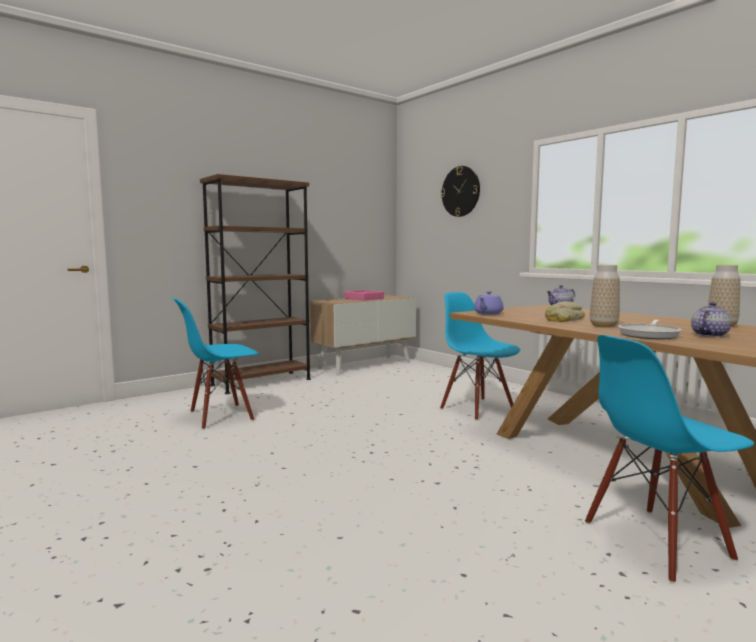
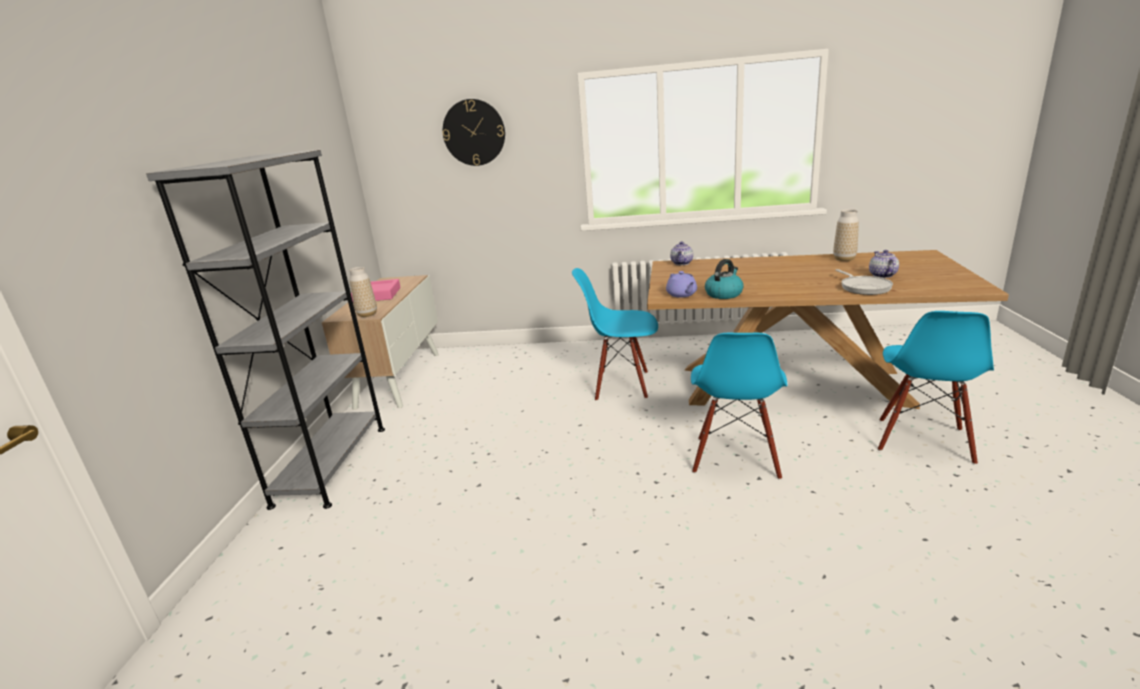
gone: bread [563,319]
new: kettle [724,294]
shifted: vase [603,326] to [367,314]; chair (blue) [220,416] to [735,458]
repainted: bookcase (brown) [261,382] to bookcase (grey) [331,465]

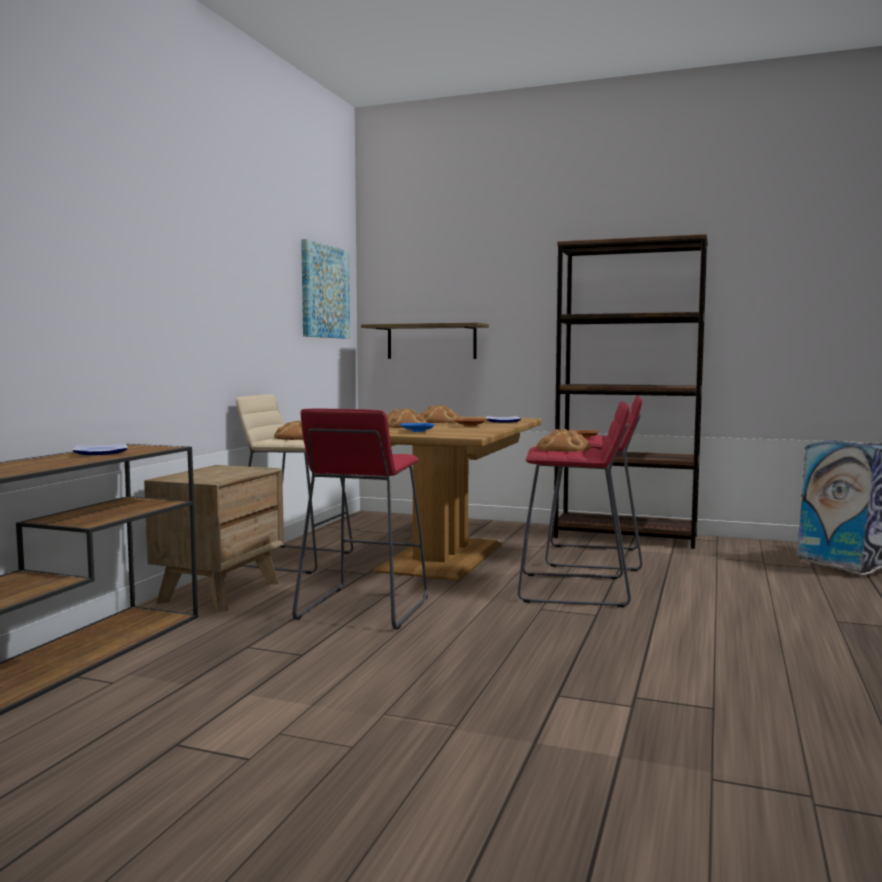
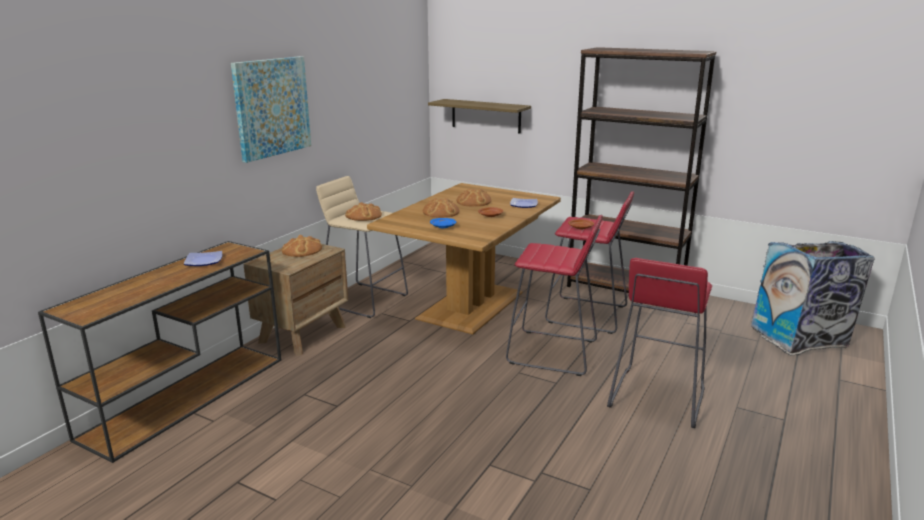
shifted: picture [324,291] to [271,107]; stool (red) [362,608] to [656,397]; bread [563,448] to [302,250]

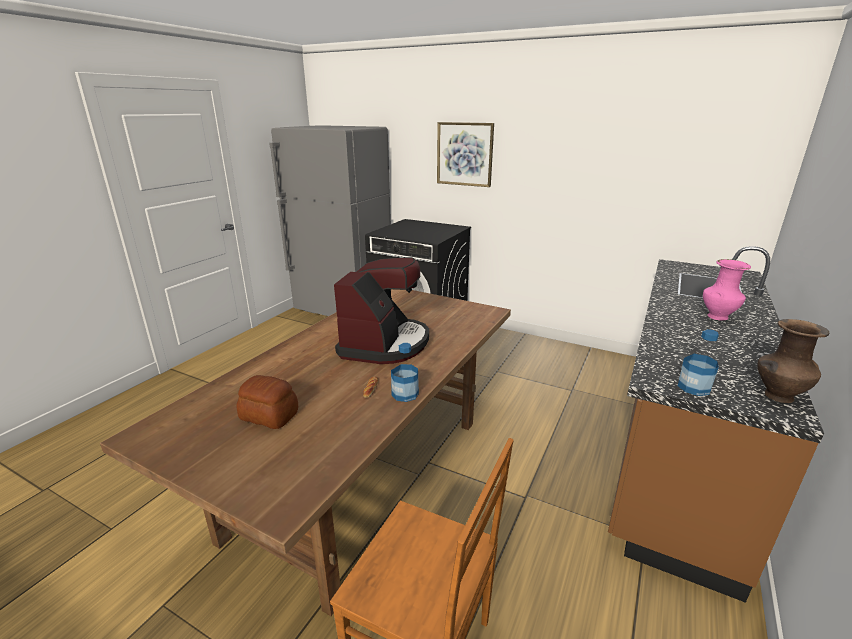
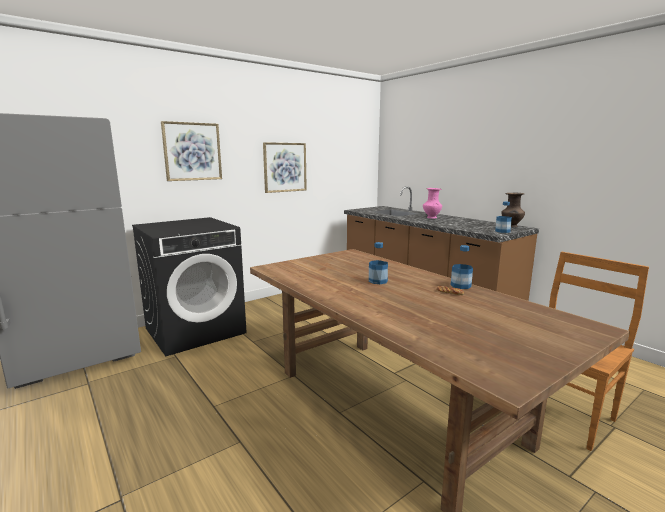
gone: bread [269,416]
new: picture [285,167]
swapped: coffee machine [385,344] to bottle [378,281]

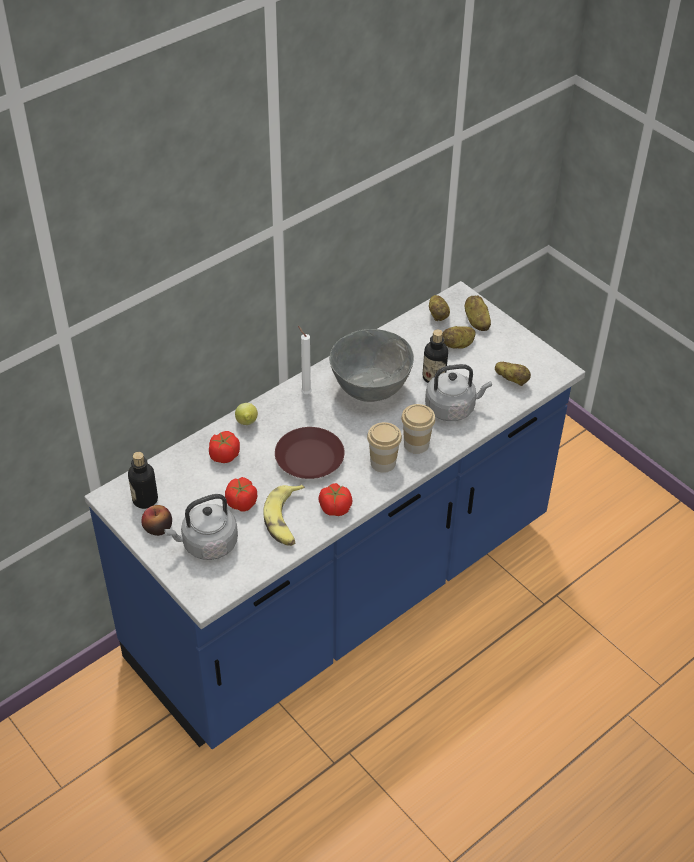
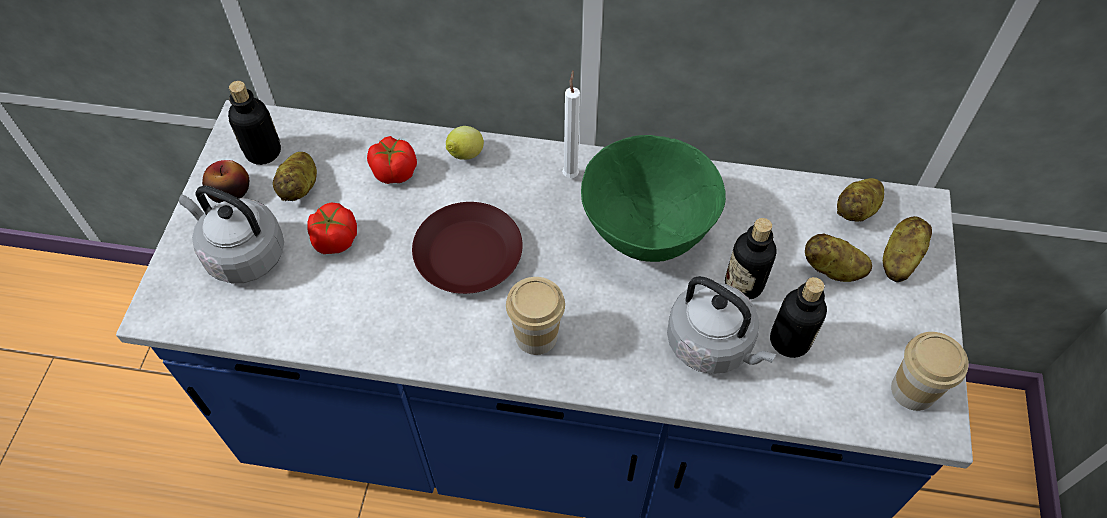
gone: tomato [335,508]; banana [285,520]
new: bottle [789,340]
shifted: potato [511,380] to [300,187]; cup [416,444] to [913,390]
repainted: bowl (grey) [369,389] to bowl (green) [646,232]

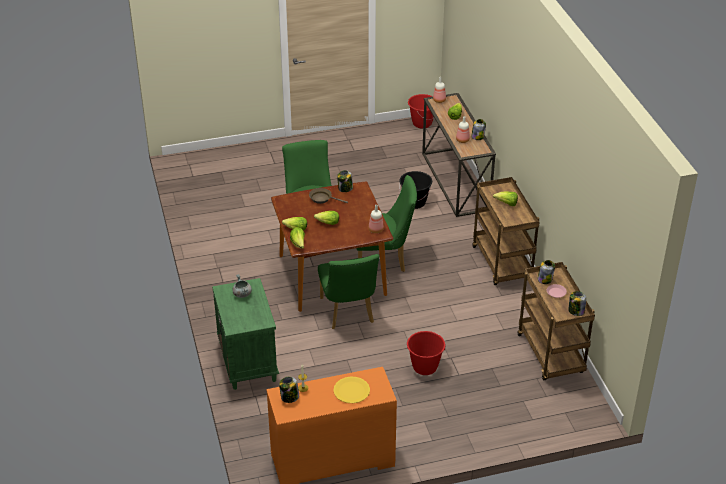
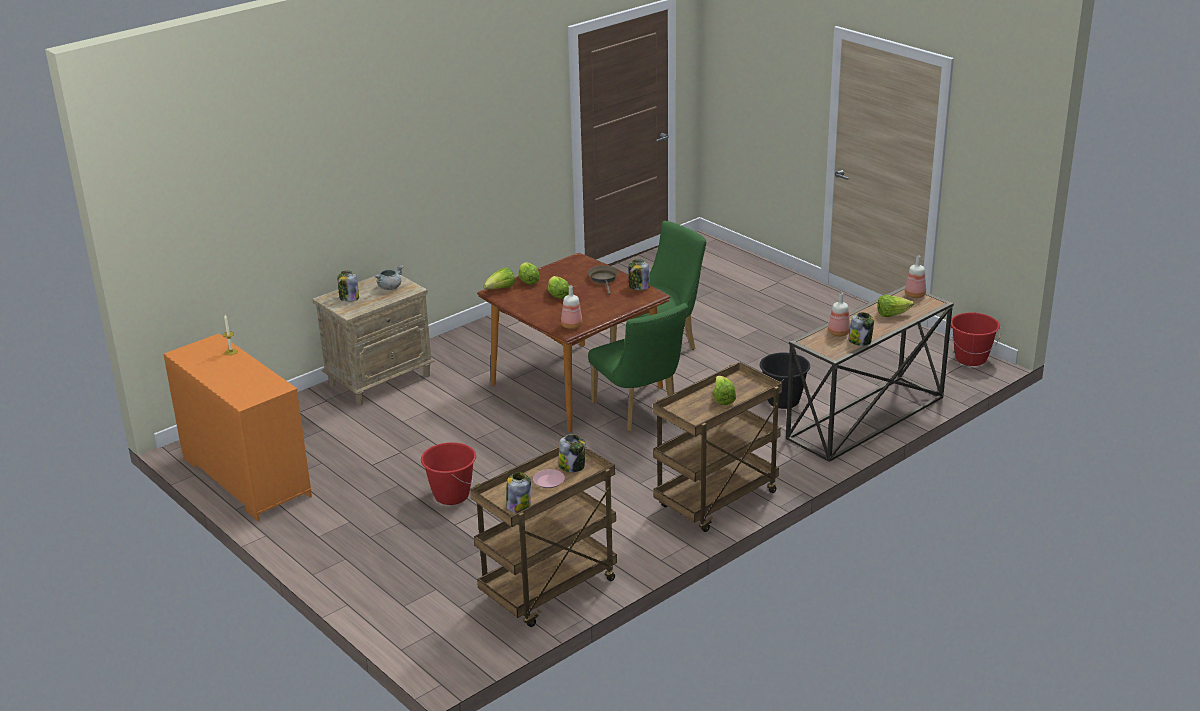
gone: chair (green) [348,313]; plate (yellow) [351,391]
shifted: jar [289,397] to [349,298]
repainted: nightstand (green) [247,361] to nightstand (beige) [380,380]

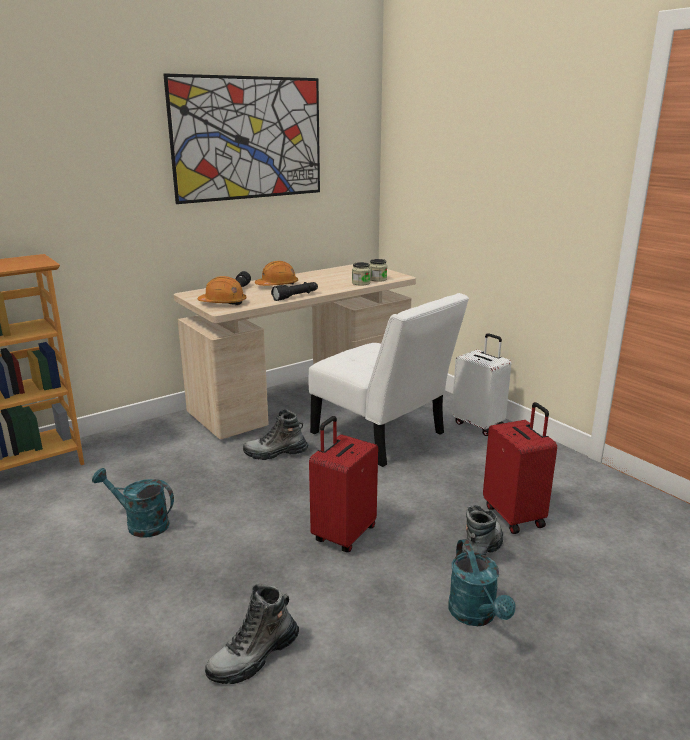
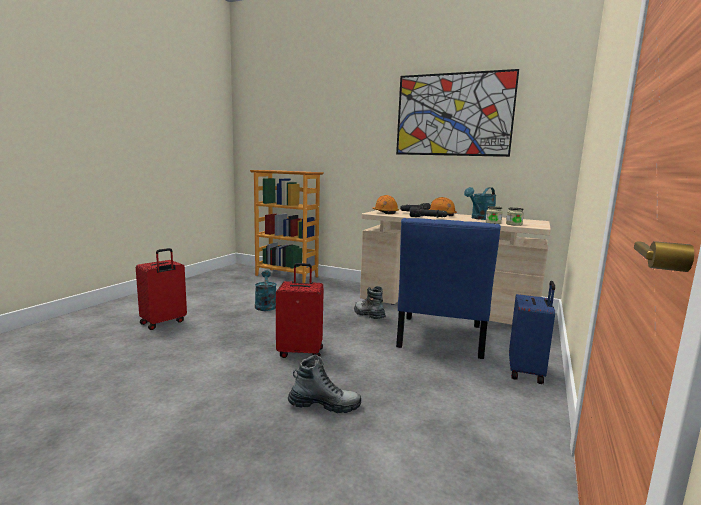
gone: boot [254,657]
shifted: suitcase (red) [515,516] to [163,323]; watering can (turquoise) [476,615] to [480,218]
repainted: chair (white) [382,436] to chair (blue) [439,339]; suitcase (white) [479,425] to suitcase (blue) [527,372]

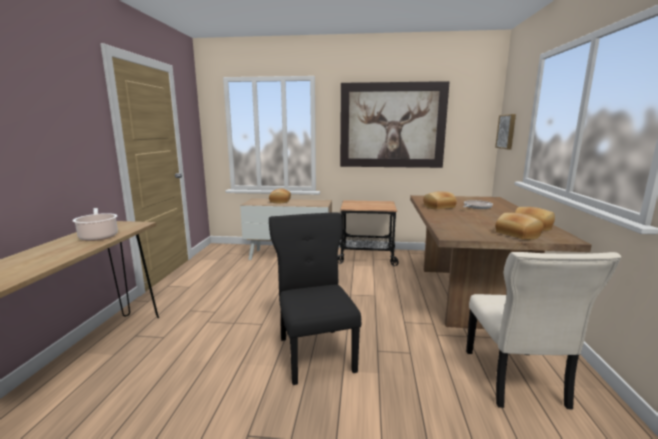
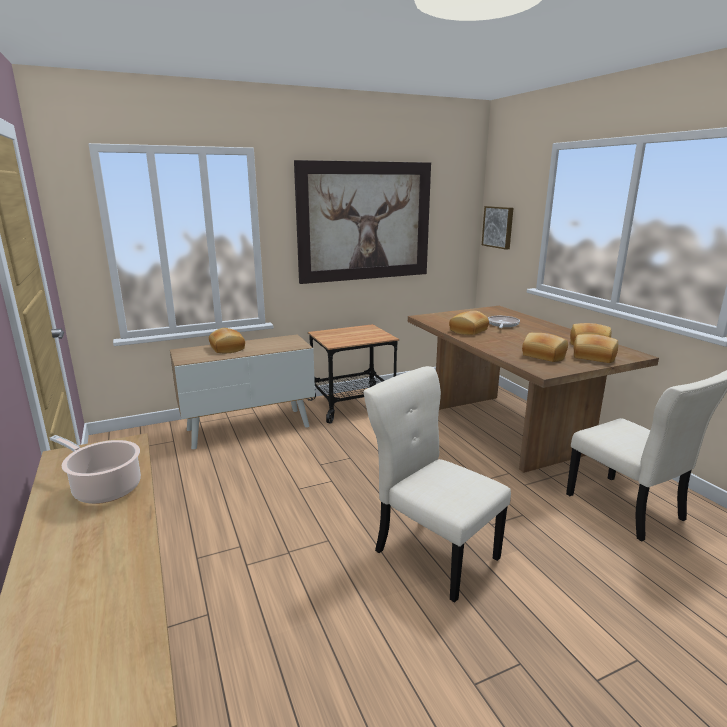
new: bread [543,356]
repainted: chair (black) [315,352] to chair (beige) [432,552]

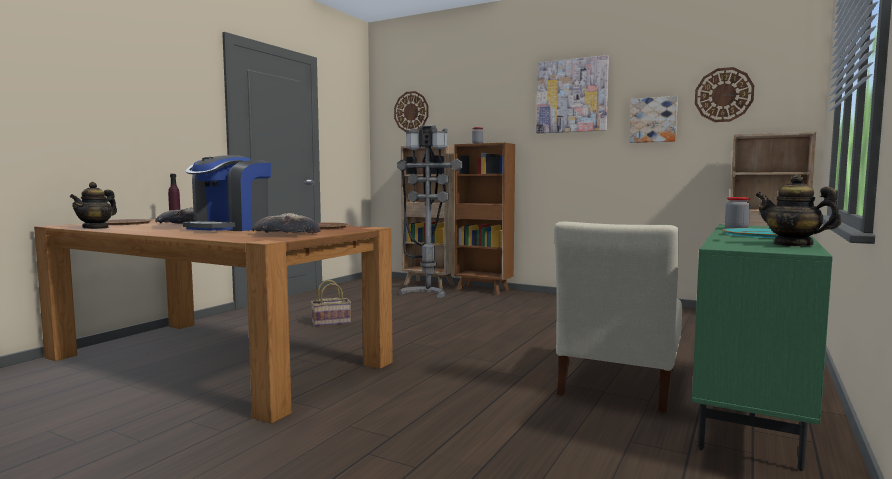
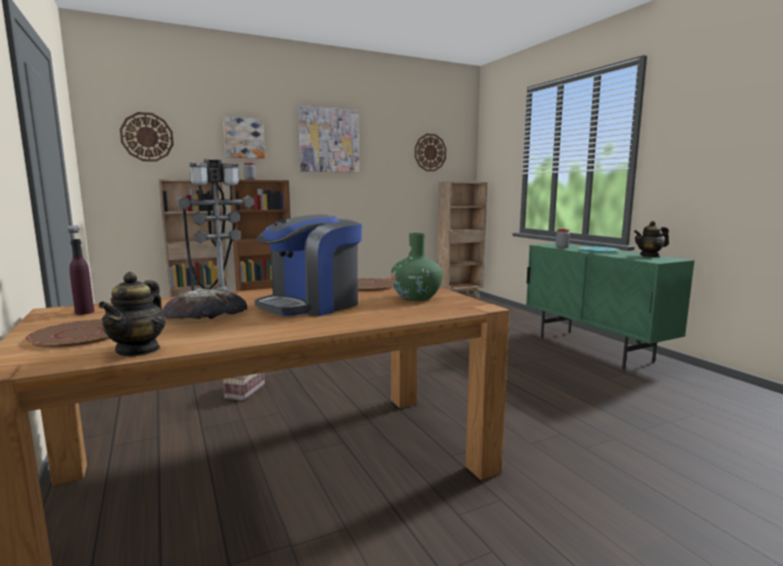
gone: chair (beige) [617,384]
shifted: picture [653,120] to [243,138]
swapped: bread [286,233] to vase (green) [416,298]
rotated: coffee machine [230,228] = [312,305] 75 degrees clockwise; teapot [96,228] = [138,350] 45 degrees clockwise

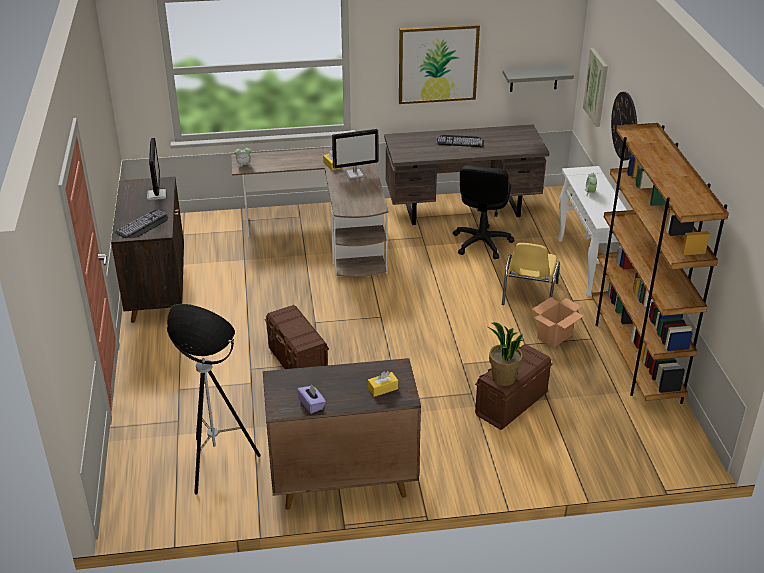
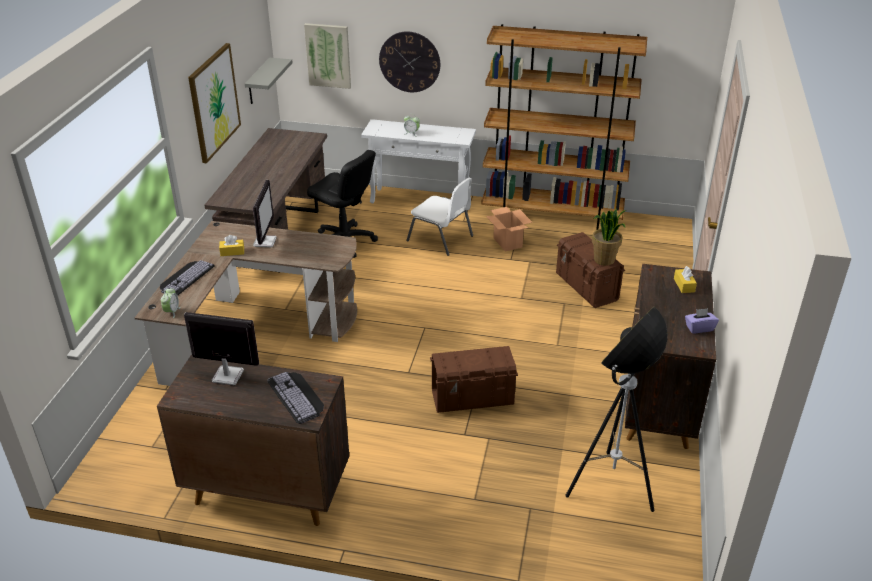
shifted: keyboard [460,141] to [185,277]
repainted: chair (yellow) [528,294] to chair (white) [441,239]

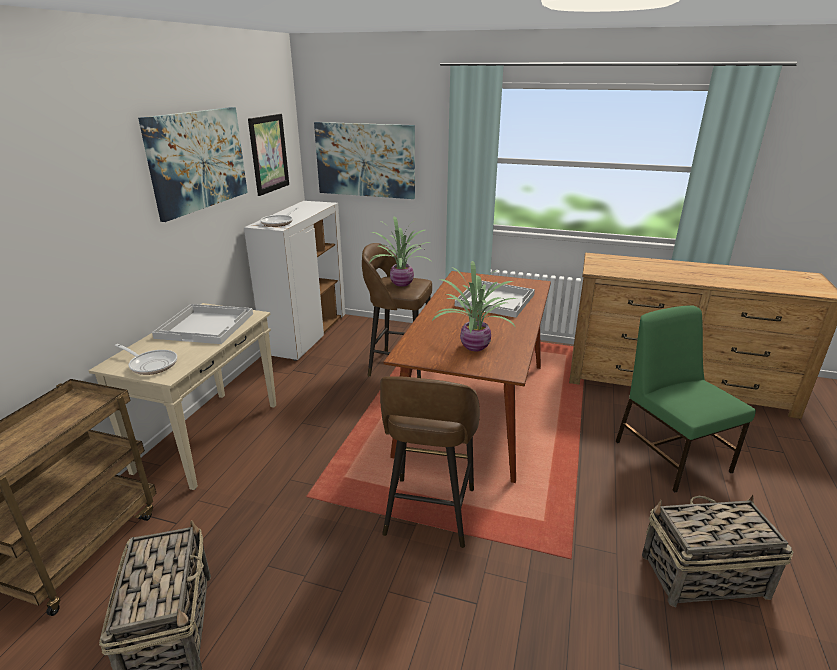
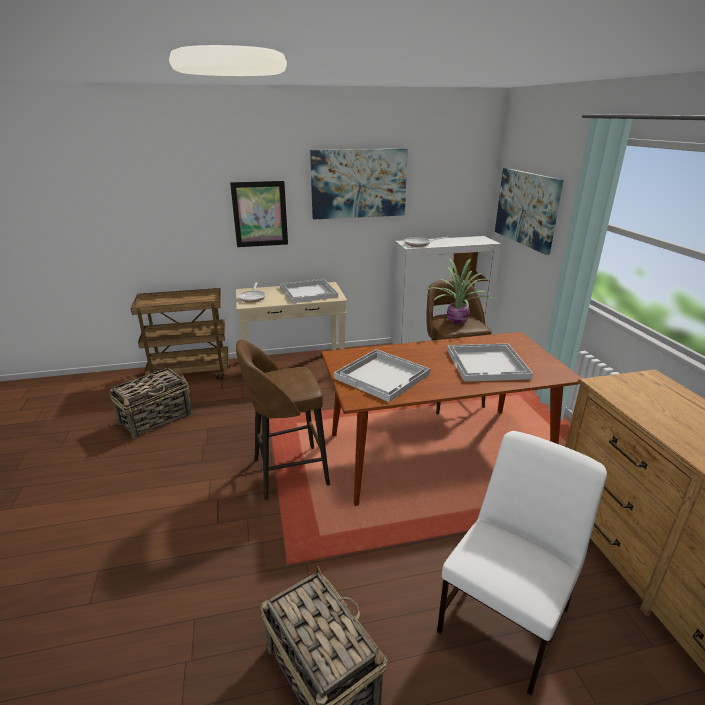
shifted: picture [269,154] to [260,214]
swapped: potted plant [474,346] to tray (white) [383,376]
repainted: chair (green) [671,455] to chair (white) [506,619]

